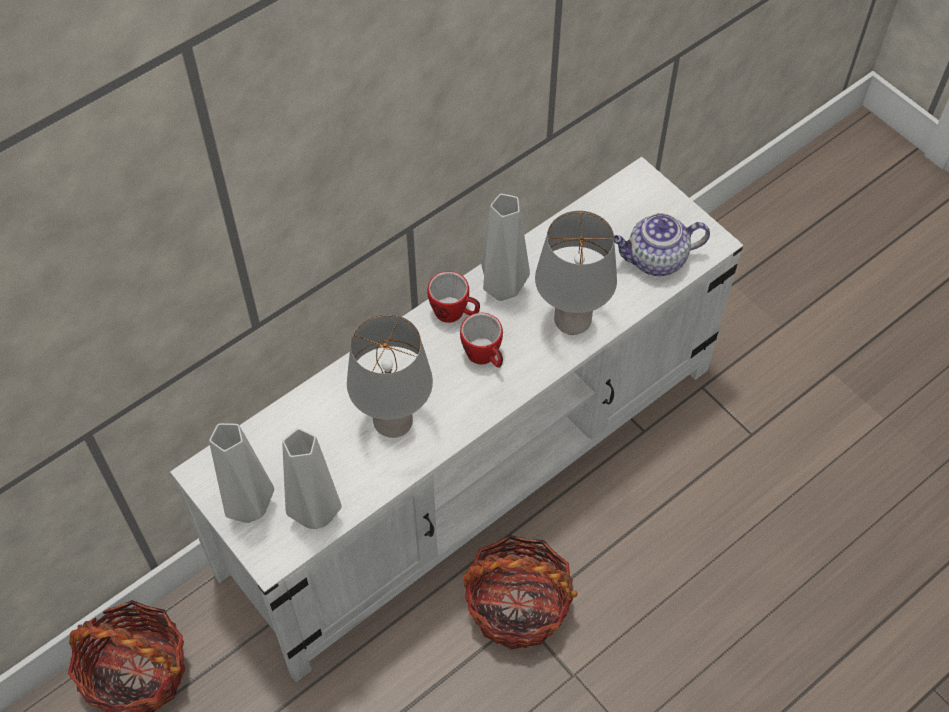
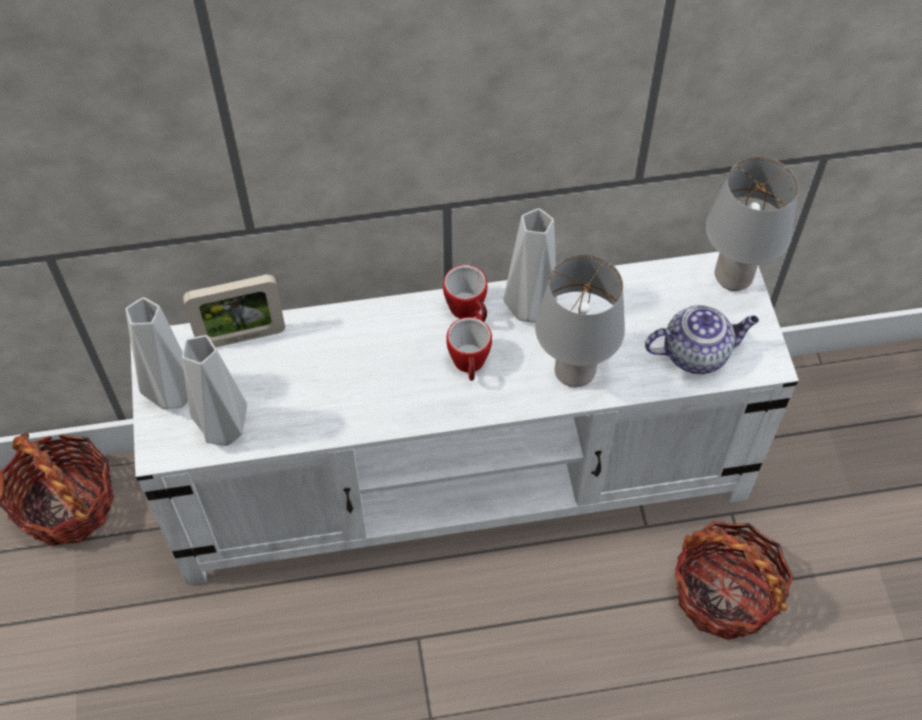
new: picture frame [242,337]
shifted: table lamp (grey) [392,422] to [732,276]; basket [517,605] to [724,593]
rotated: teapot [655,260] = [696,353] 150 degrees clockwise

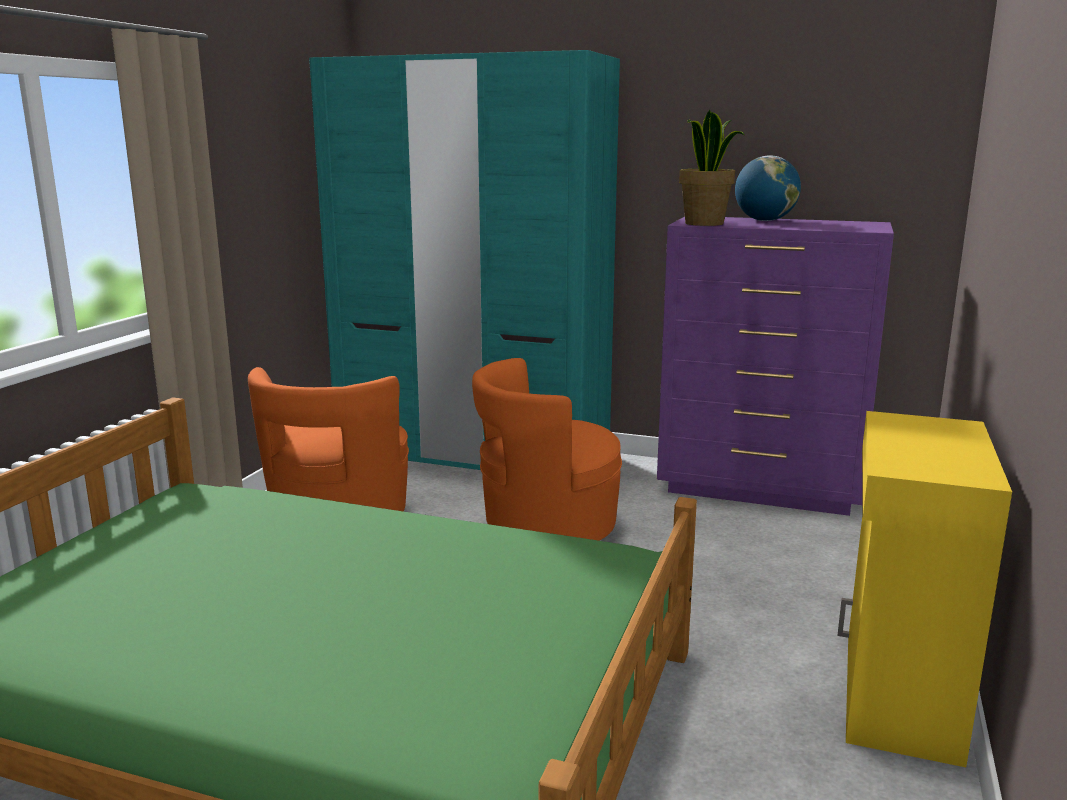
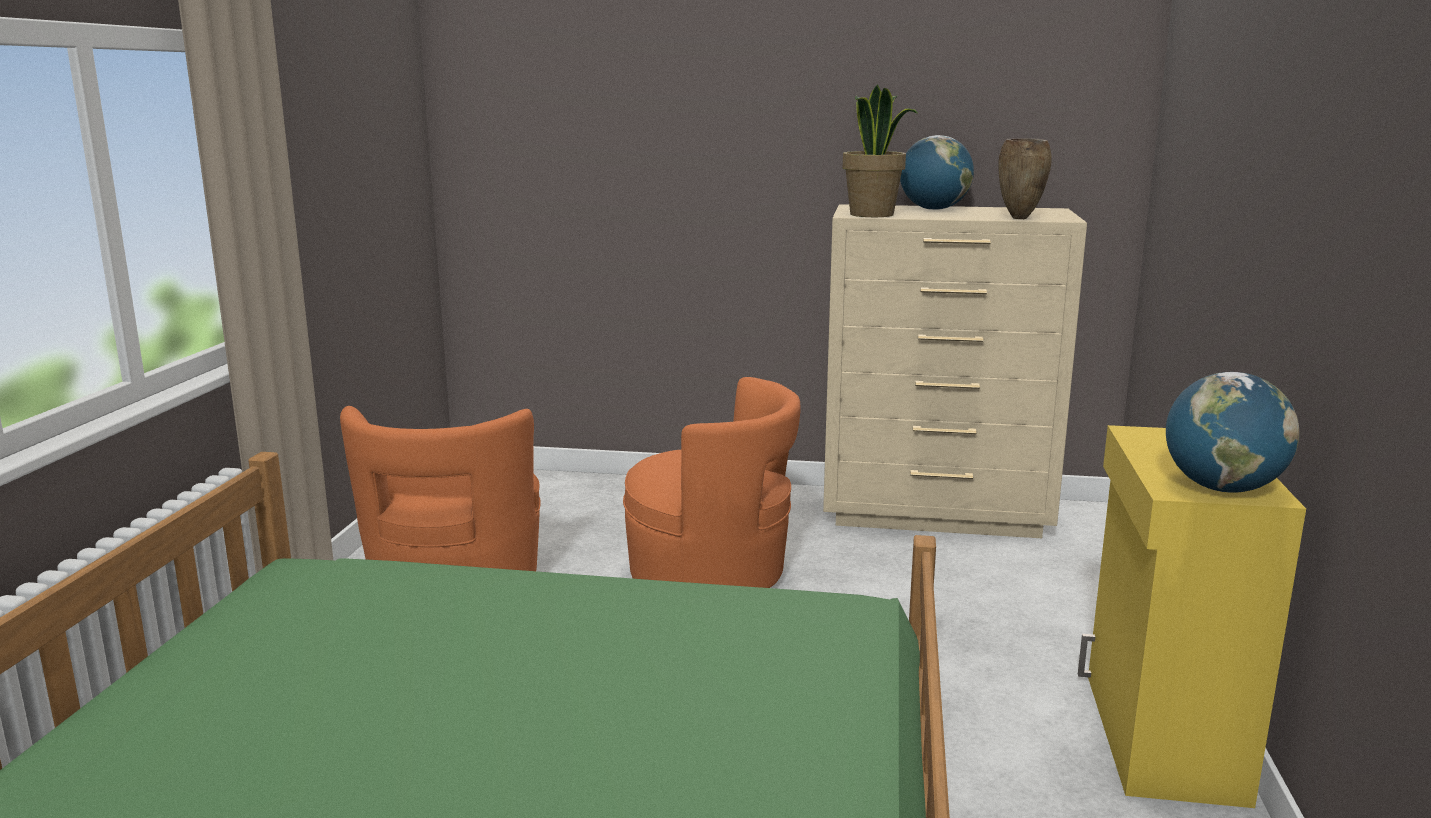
gone: wardrobe (turquoise) [473,456]
new: vase (brown) [1021,218]; globe [1222,488]
repainted: dresser (purple) [761,489] to dresser (beige) [937,514]
rotated: armchair (orange) [546,525] = [711,575] 135 degrees counterclockwise

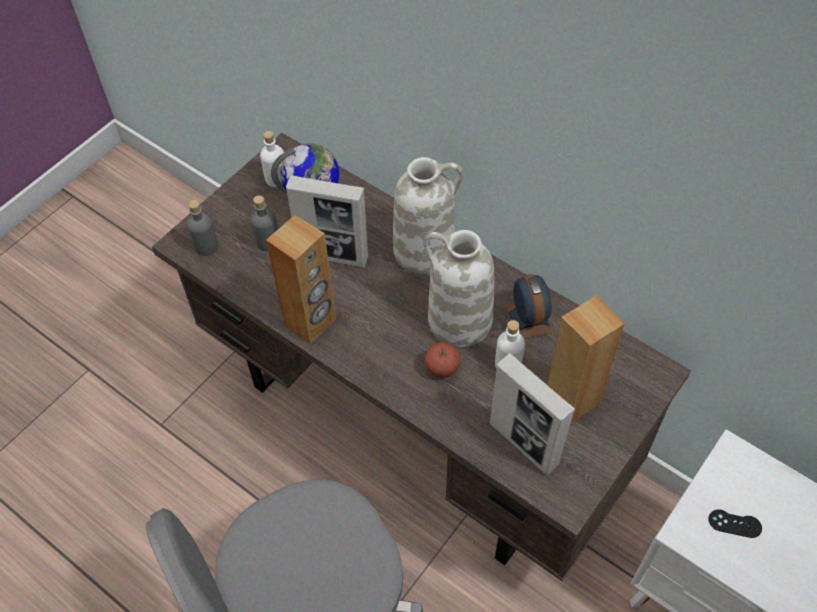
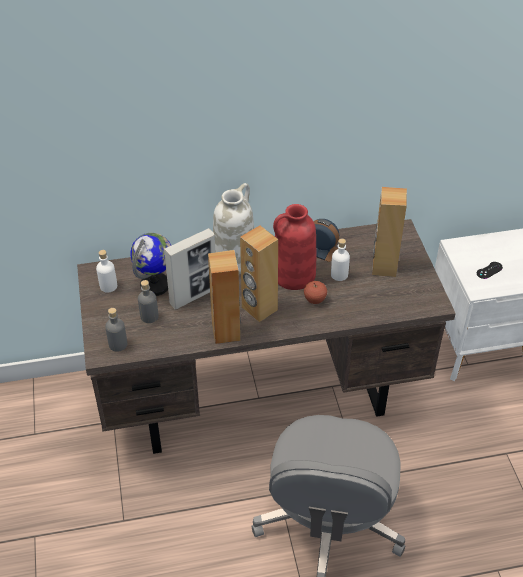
gone: picture frame [524,444]
new: speaker (brown) [259,309]
repainted: vase (white) [458,321] to vase (red) [293,276]

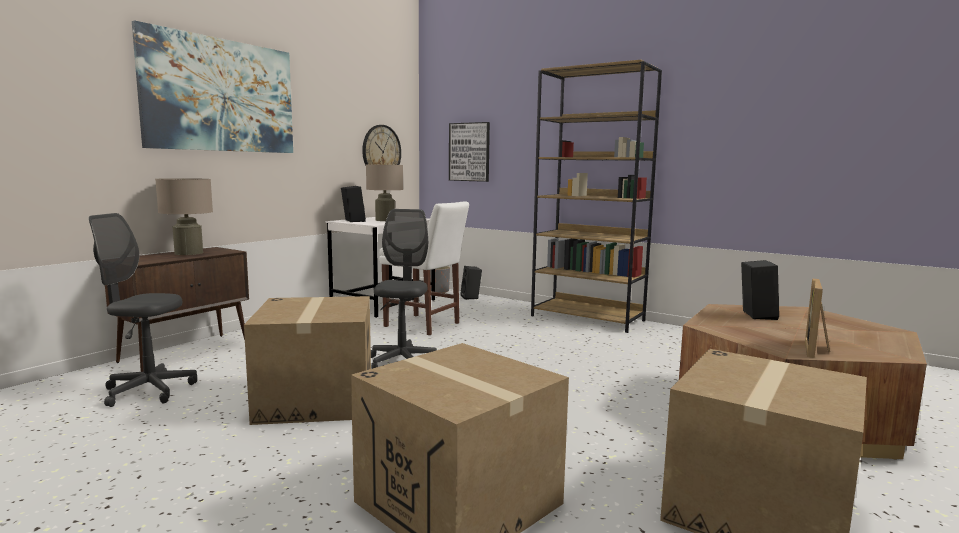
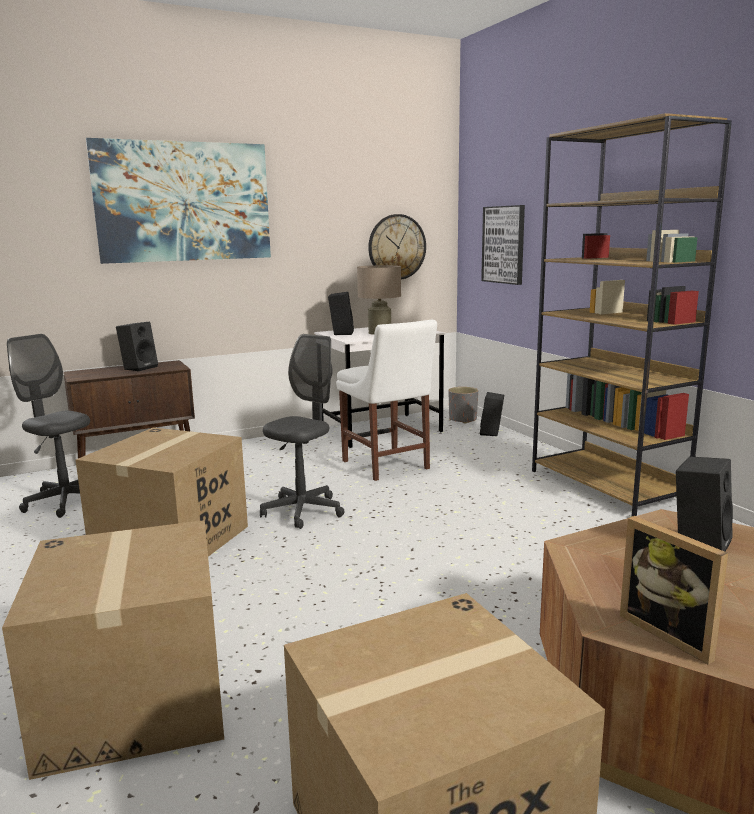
swapped: table lamp (beige) [188,253] to speaker (black) [139,368]
rotated: picture frame [817,350] = [671,633] 90 degrees counterclockwise

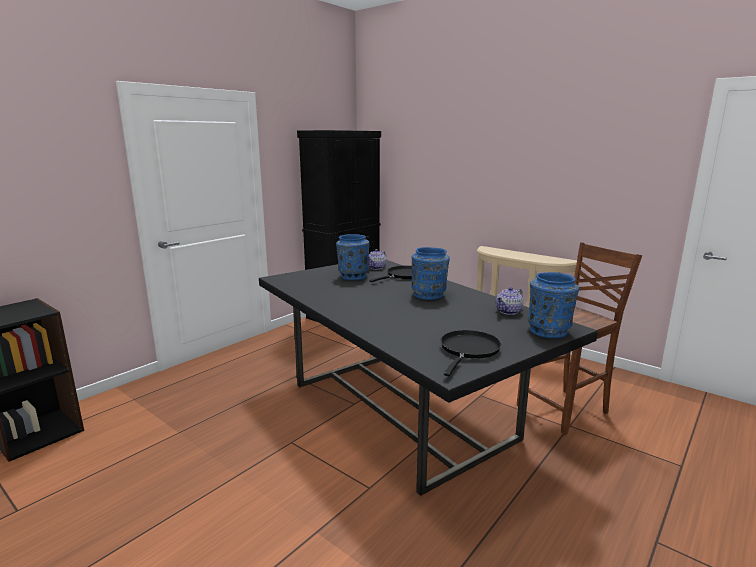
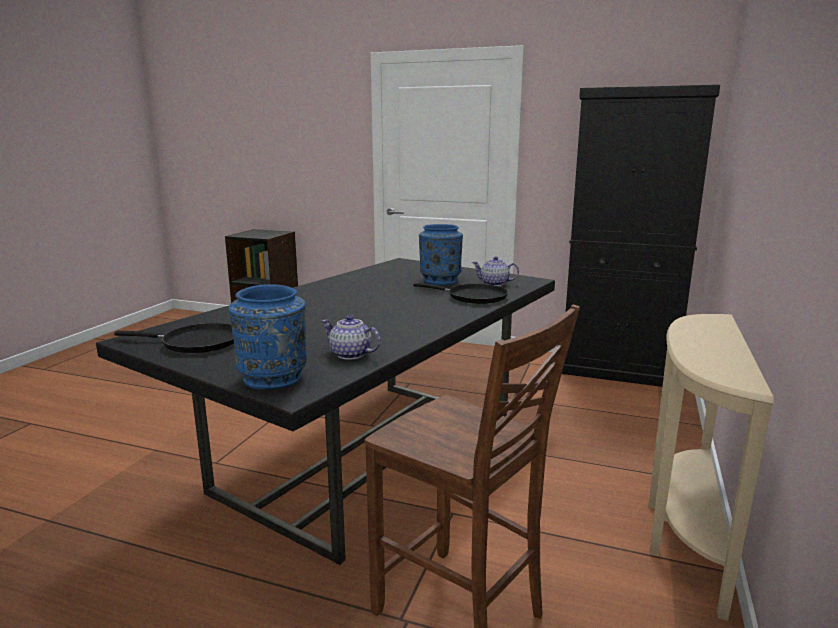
gone: vase (blue) [429,295]

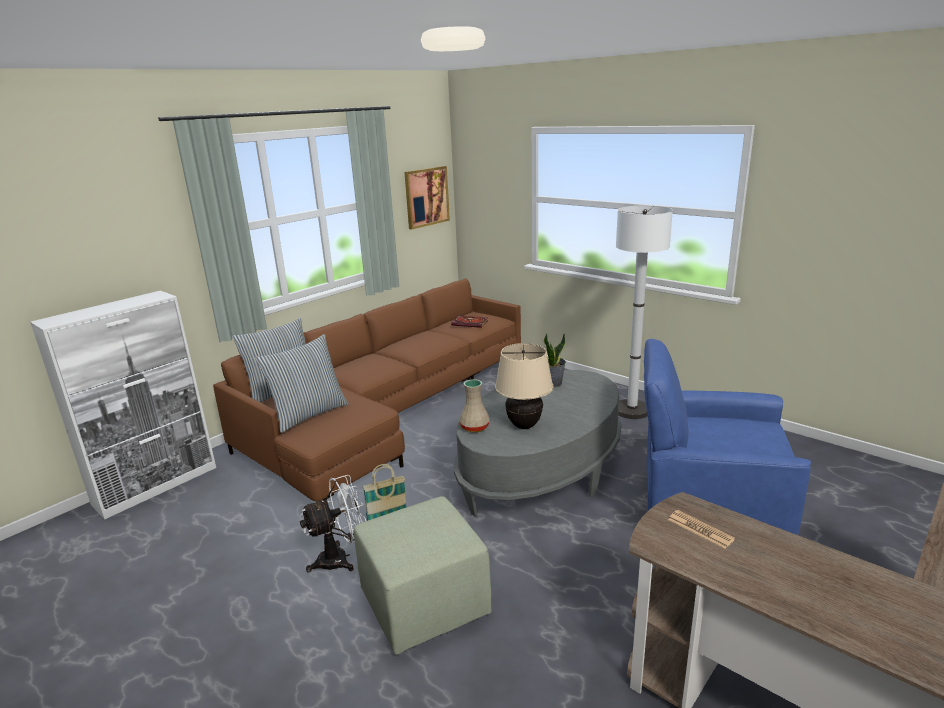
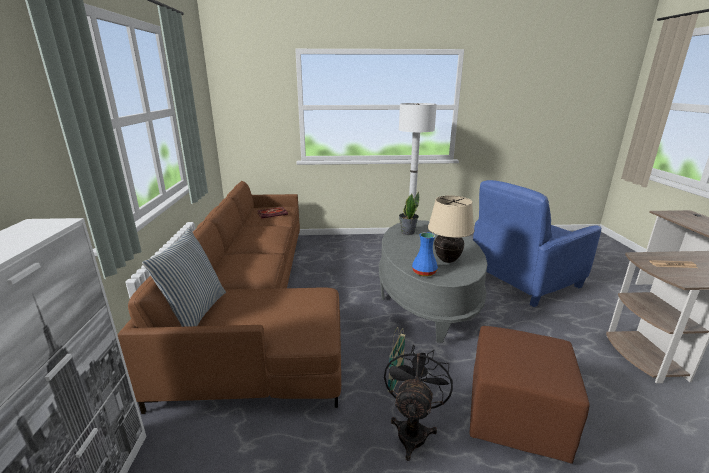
gone: picture [426,197]; pillow [309,414]
repainted: vase (beige) [474,428] to vase (blue) [424,273]; fan (white) [341,558] to fan (black) [413,429]; ottoman (green) [425,603] to ottoman (brown) [514,416]

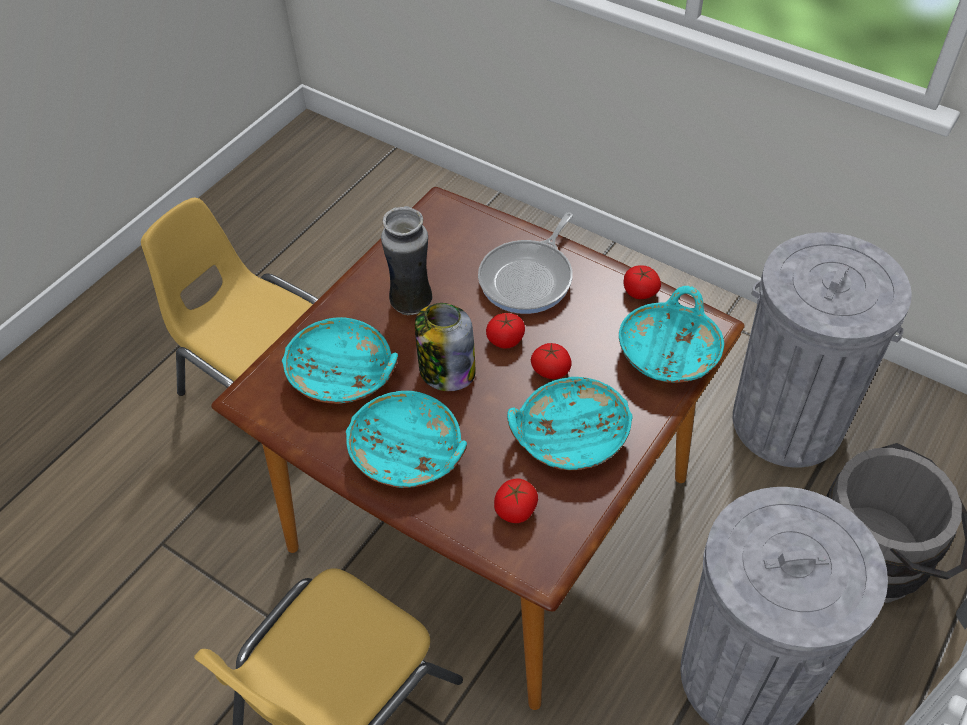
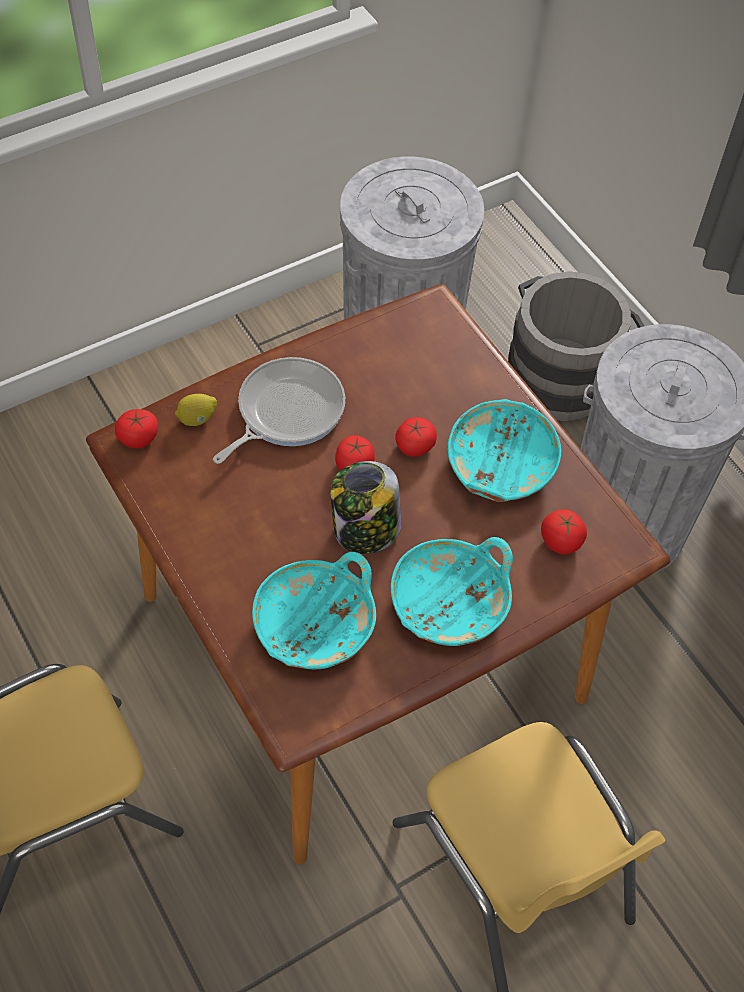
gone: vase [412,302]; bowl (turquoise) [669,352]
new: lemon [197,419]
shifted: tomato [640,291] to [138,437]
rotated: frying pan [529,278] = [286,411] 105 degrees counterclockwise

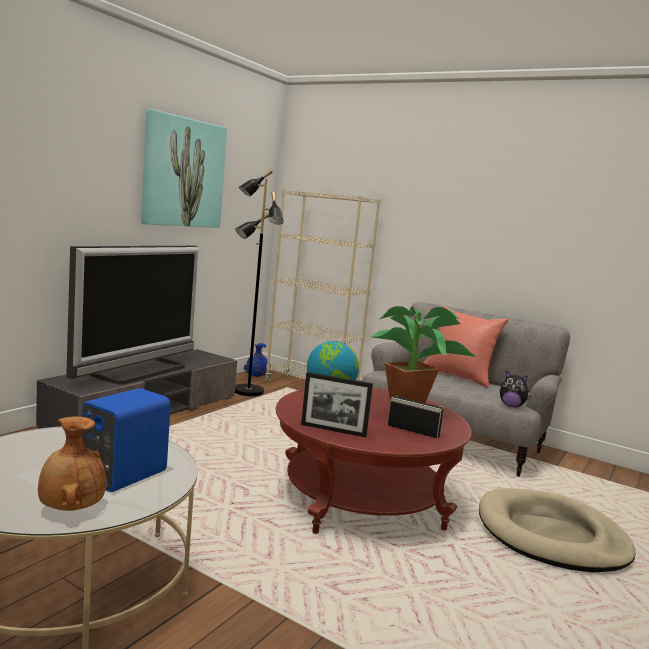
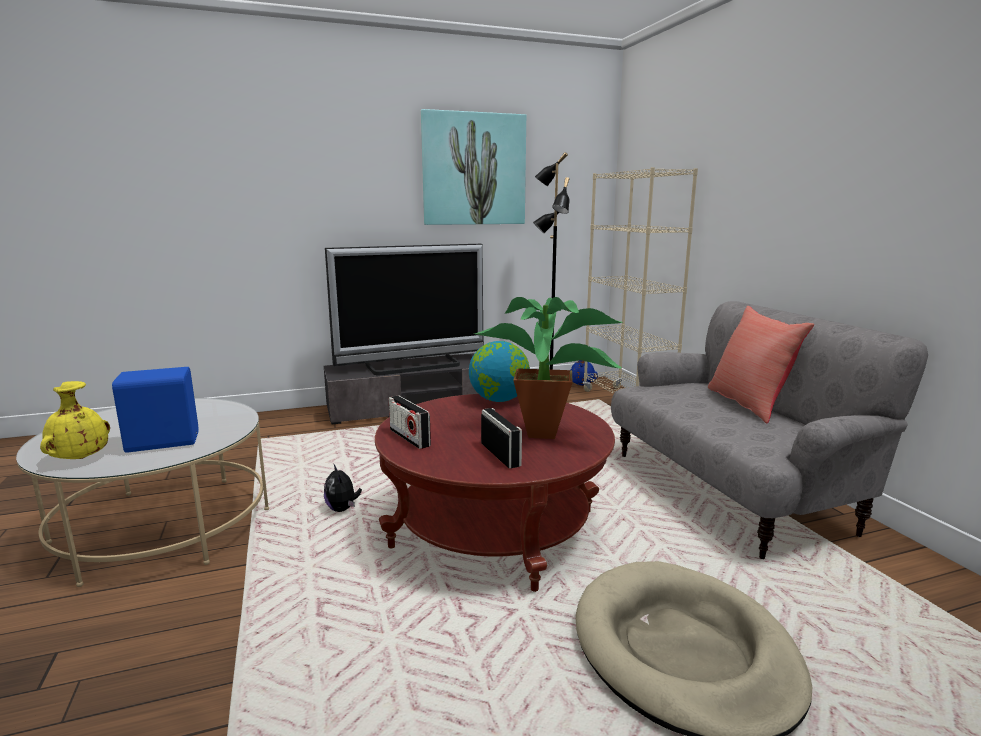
shifted: plush toy [512,406] to [342,509]
swapped: picture frame [333,430] to radio [409,438]
repainted: vase (brown) [70,509] to vase (yellow) [79,458]

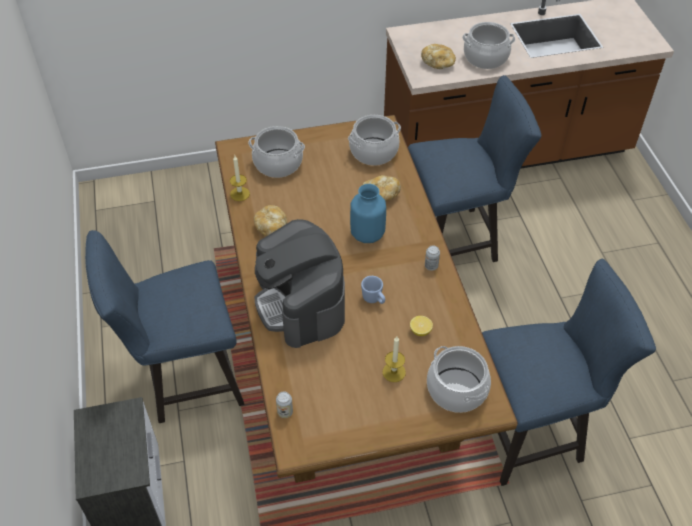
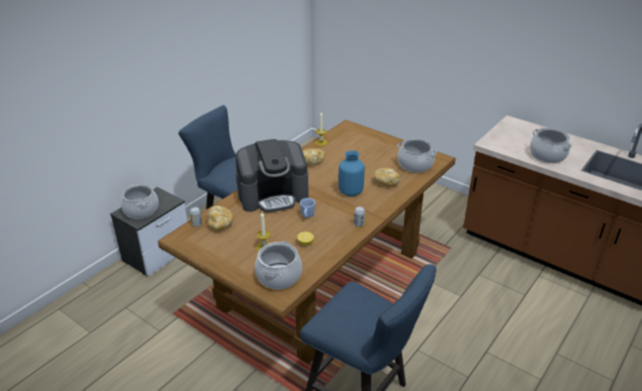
gone: chair (blue) [457,239]
shifted: bread [438,63] to [220,224]; cooking pot [278,164] to [141,210]
rotated: coffee machine [301,304] = [273,195] 135 degrees counterclockwise

